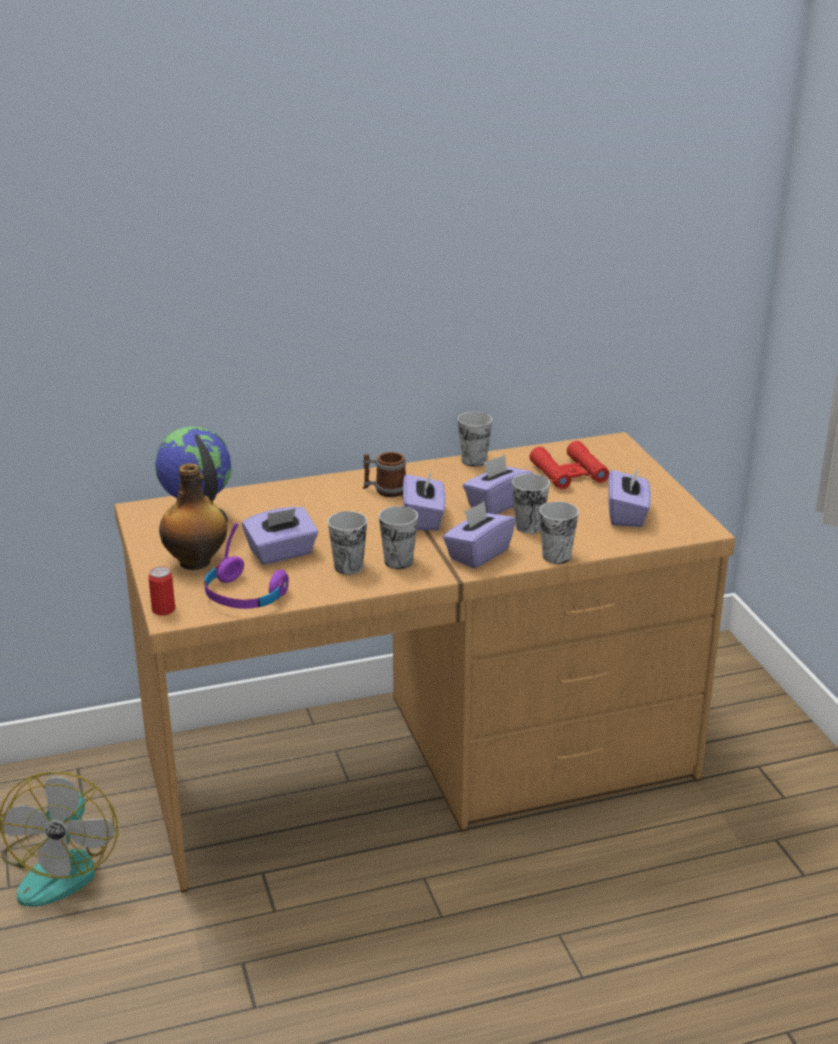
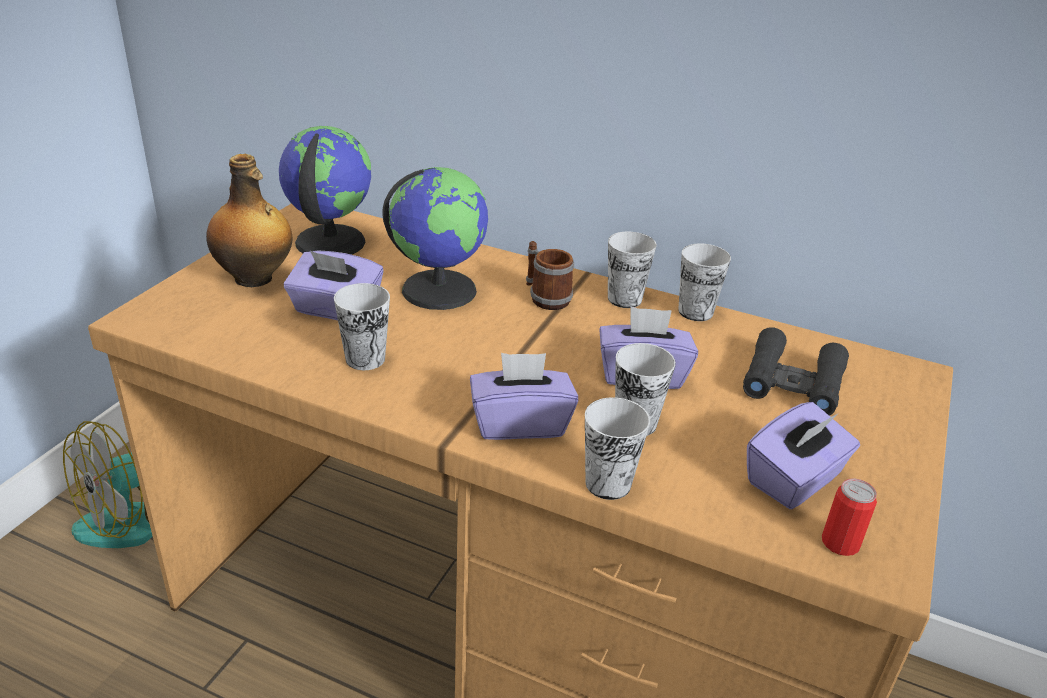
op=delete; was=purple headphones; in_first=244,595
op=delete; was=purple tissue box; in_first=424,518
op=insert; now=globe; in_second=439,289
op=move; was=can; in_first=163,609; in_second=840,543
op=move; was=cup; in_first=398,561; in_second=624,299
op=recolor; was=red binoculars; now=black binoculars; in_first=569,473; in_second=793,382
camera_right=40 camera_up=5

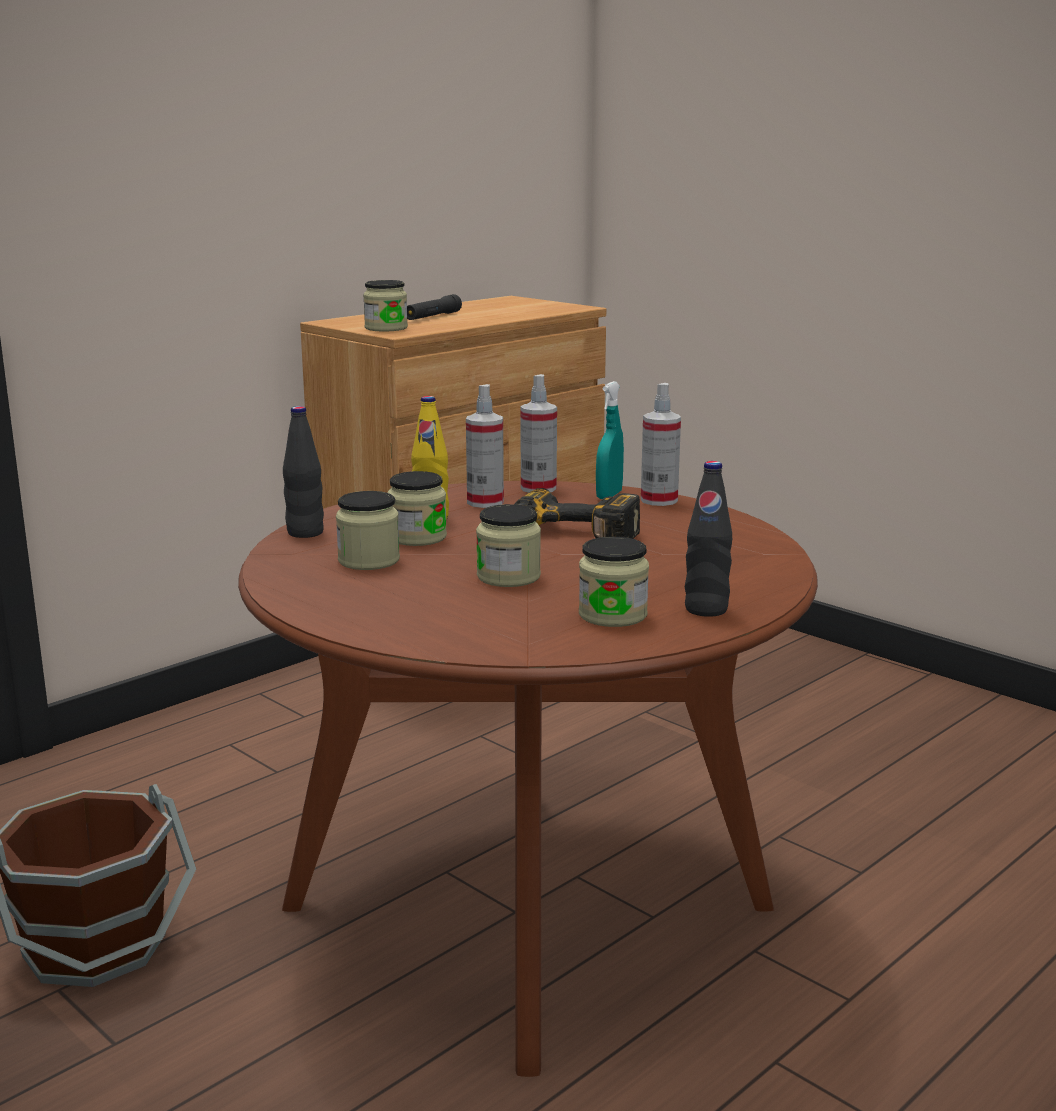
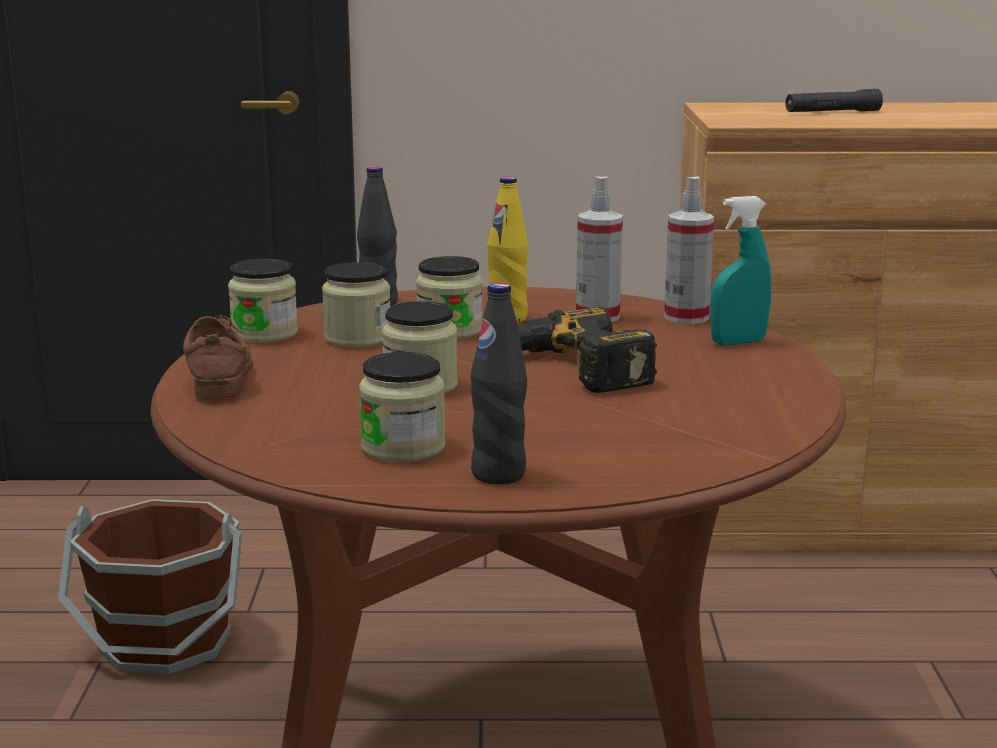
op=delete; was=spray bottle; in_first=659,500
op=insert; now=brown shoe; in_second=219,375
op=move; was=jar; in_first=386,328; in_second=264,334
camera_right=45 camera_up=0

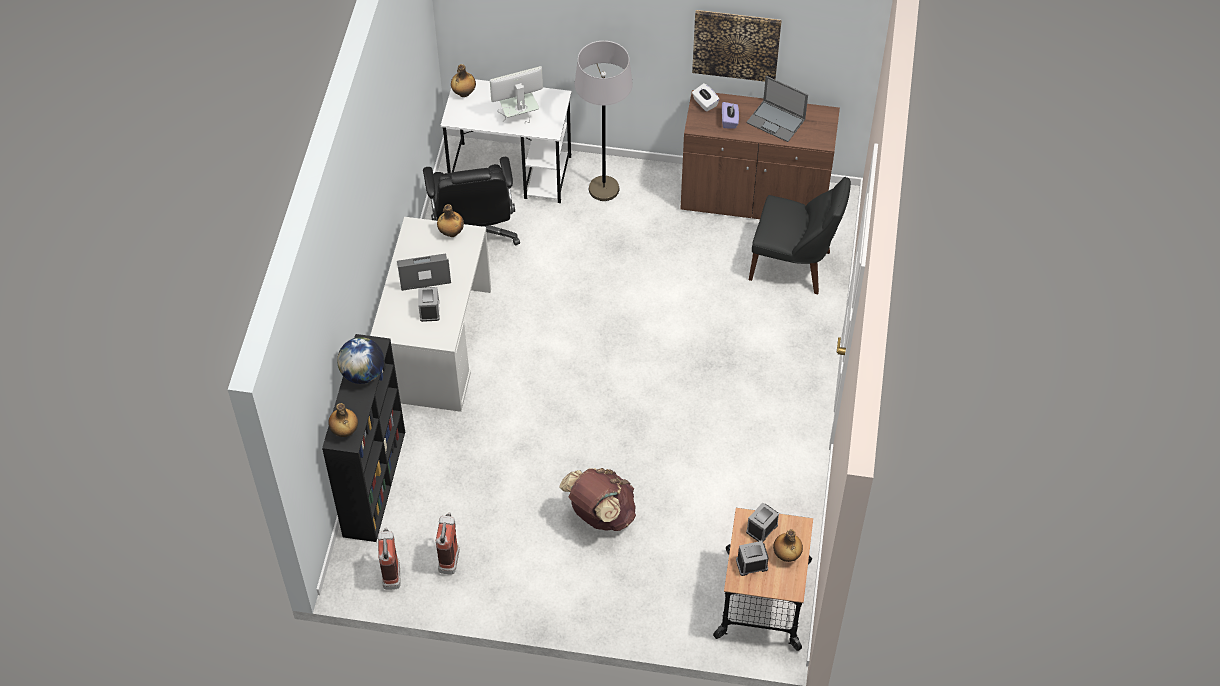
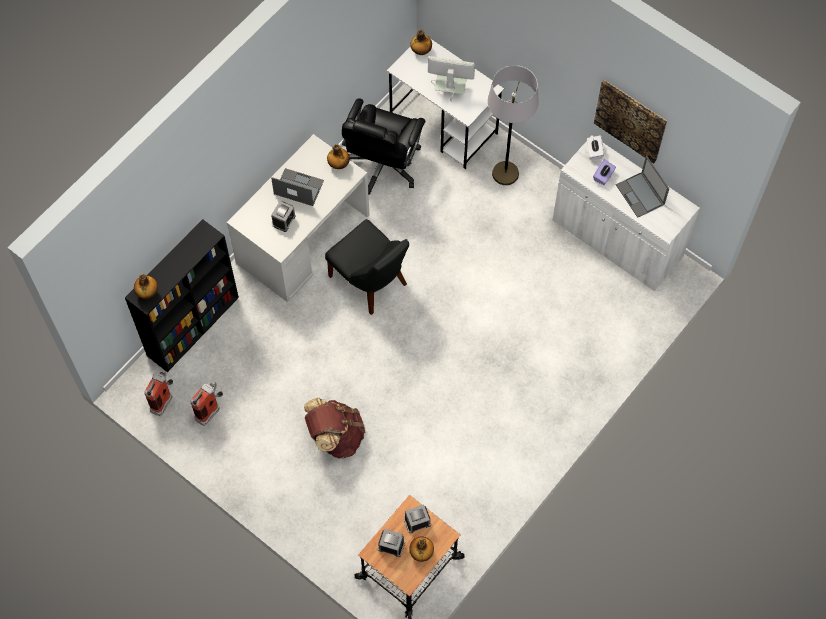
op=delete; was=globe; in_first=363,373
op=move; was=black chair; in_first=794,266; in_second=370,282
op=recolor; was=brown cabinet; now=white cabinet; in_first=754,198; in_second=617,239
camera_right=30 camera_up=10

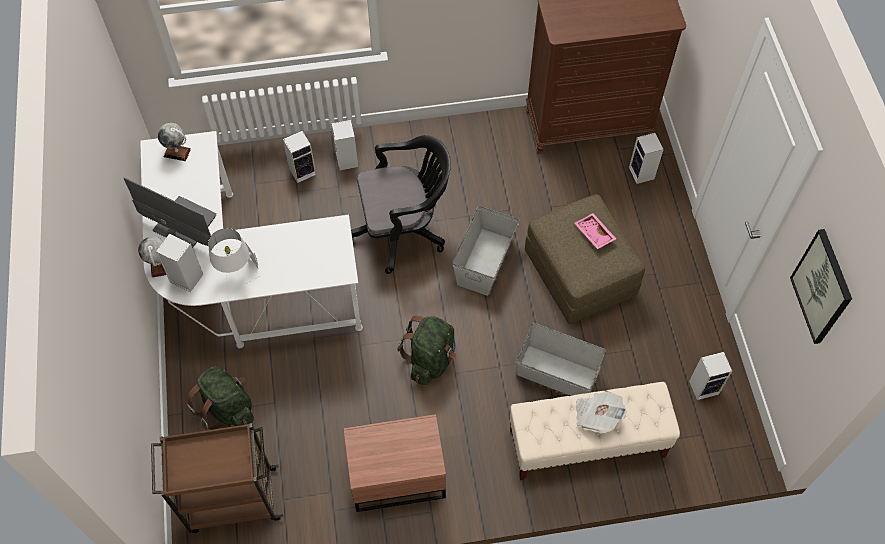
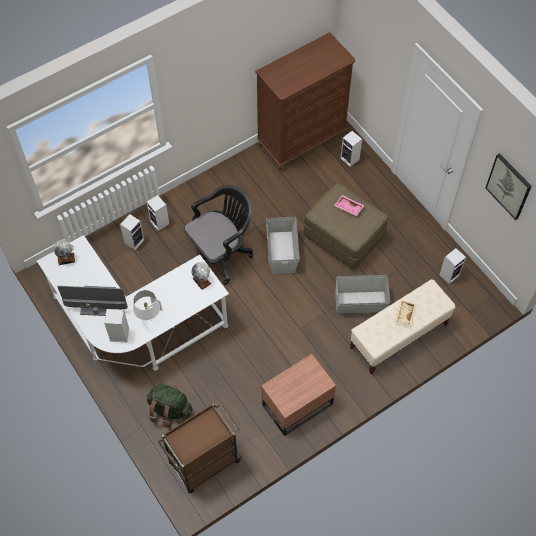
op=delete; was=green backpack; in_first=431,359
op=move; was=globe; in_first=159,265; in_second=201,281
op=replace; was=newspaper; now=beige tray; in_first=597,415; in_second=404,314
camera_right=-25 camera_up=0

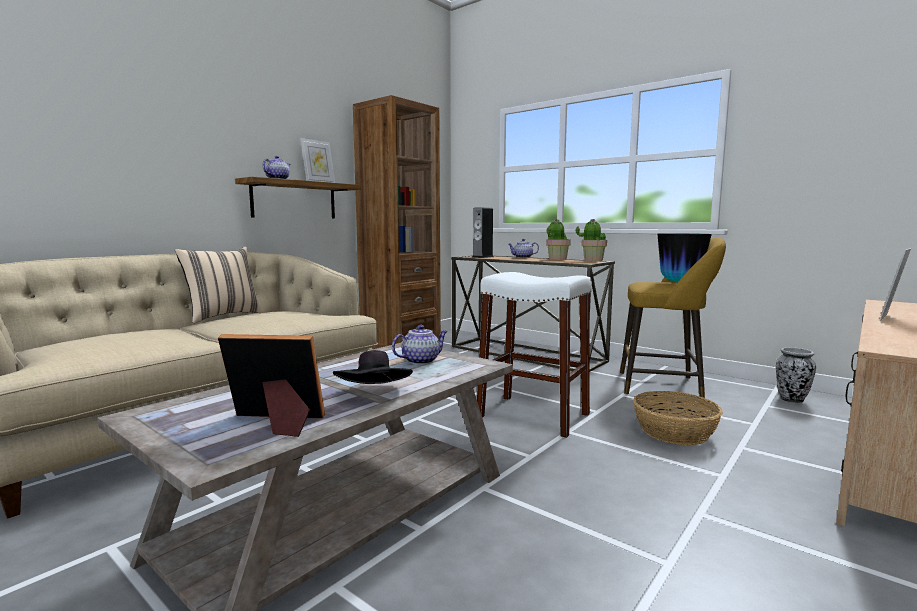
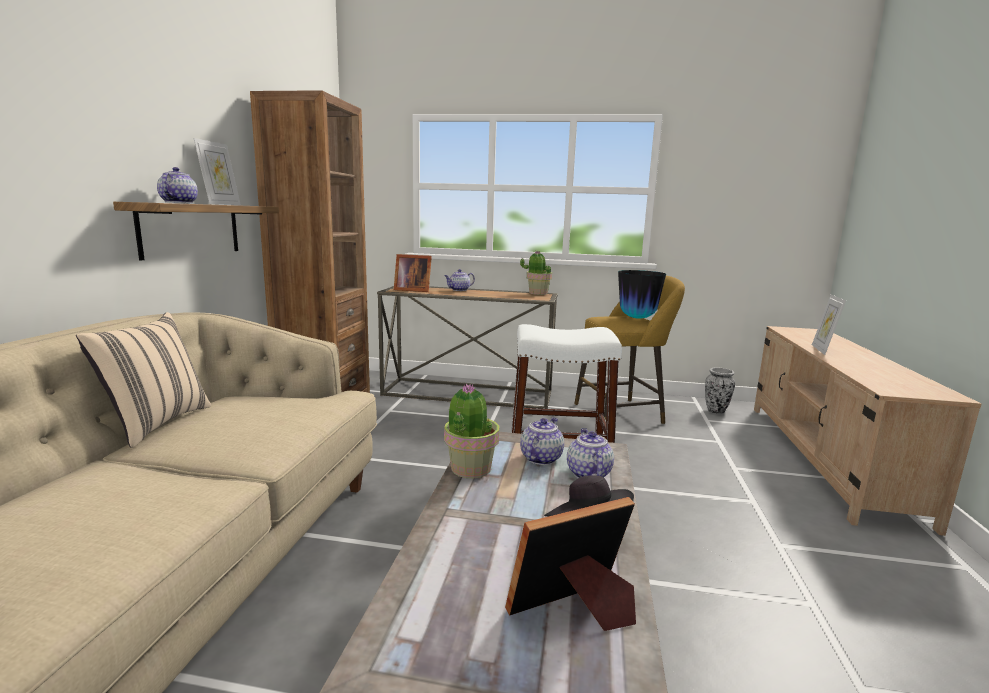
op=delete; was=basket; in_first=675,432
op=insert; now=teapot; in_second=588,473
op=move; was=potted plant; in_first=557,259; in_second=470,469
op=replace; was=speaker; now=picture frame; in_first=482,257; in_second=412,290
camera_right=-30 camera_up=5

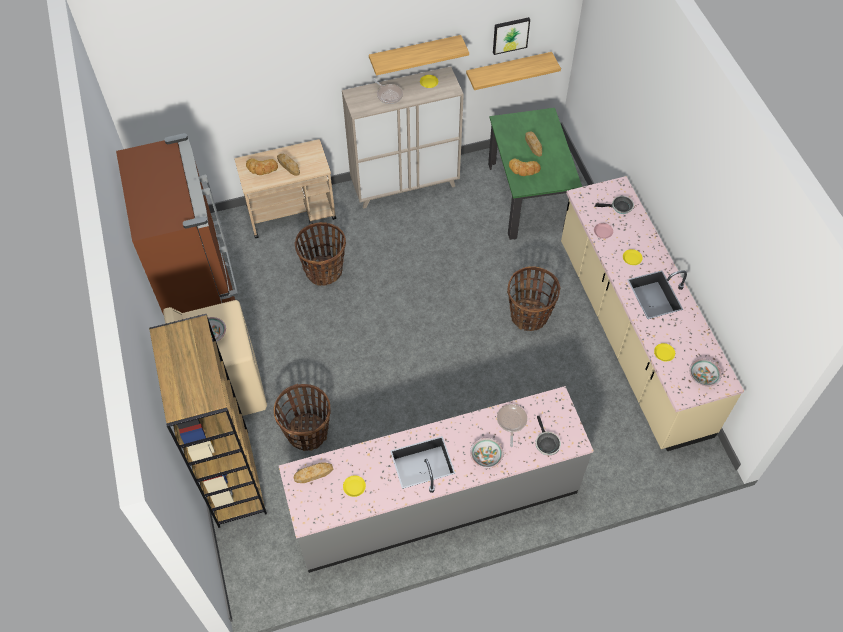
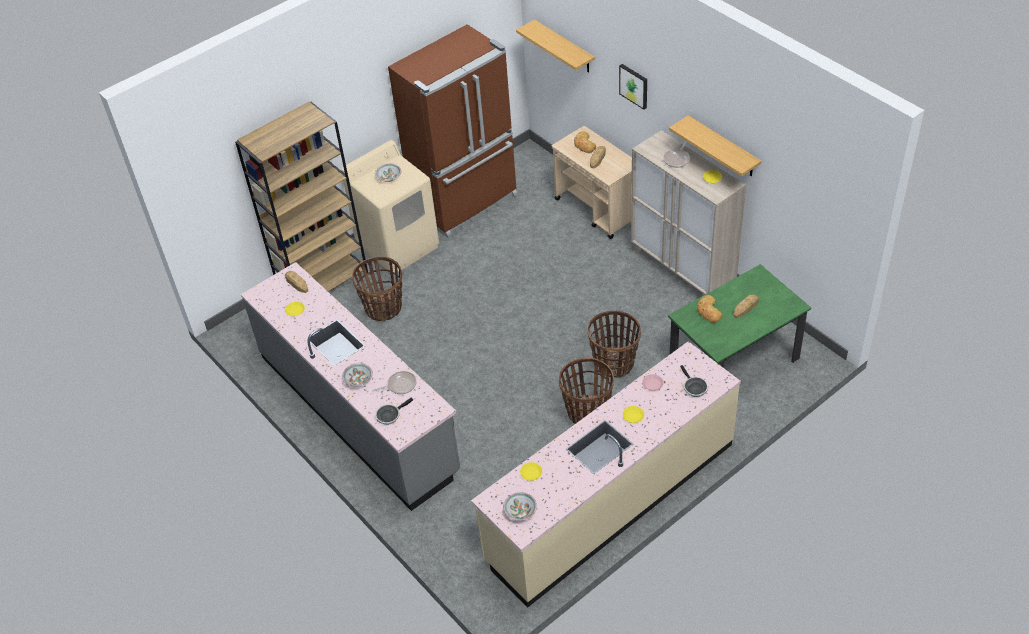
op=move; was=basket; in_first=324,271; in_second=614,363
op=move; was=shelf; in_first=508,69; in_second=564,47
op=move; was=picture; in_first=510,35; in_second=634,85
camera_right=70 camera_up=-10

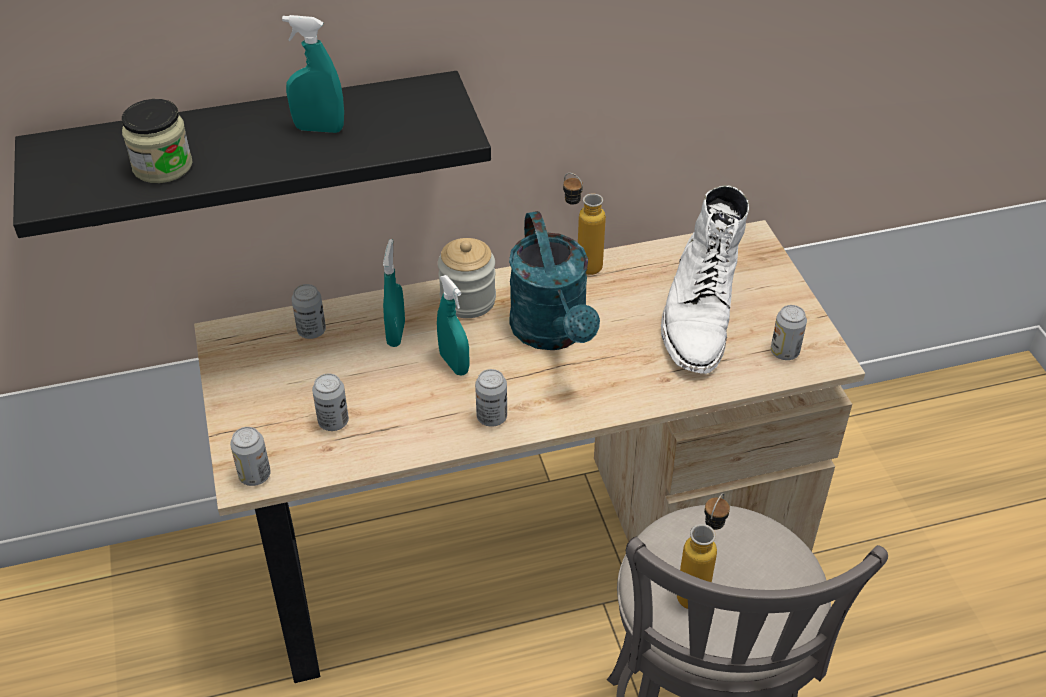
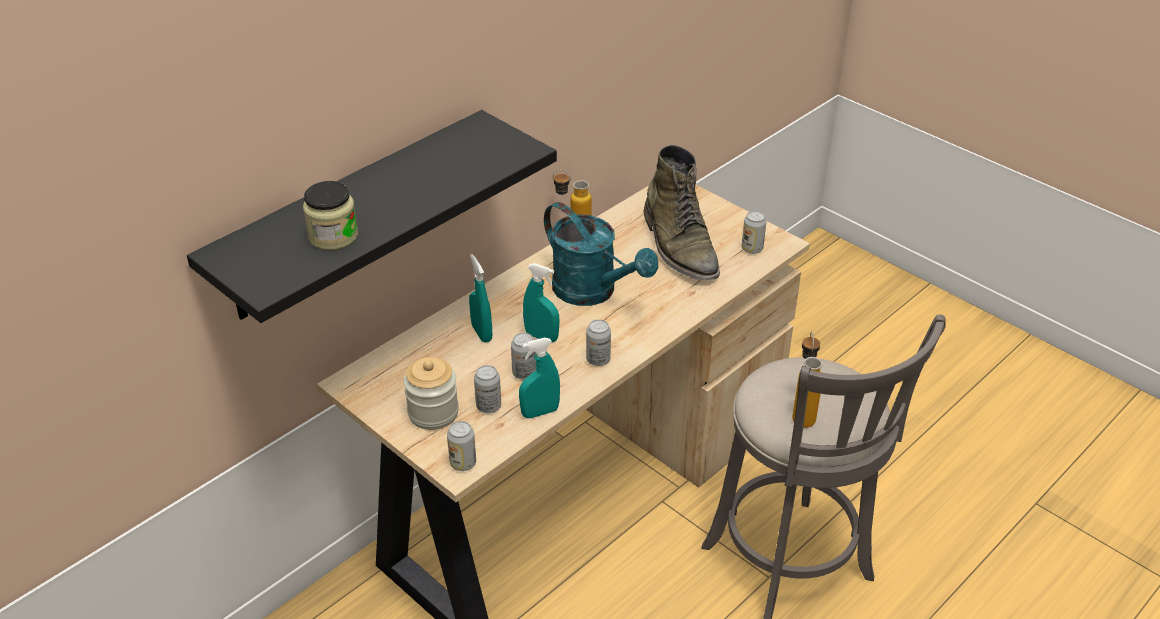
op=move; was=turquoise spray bottle; in_first=319,129; in_second=540,412
op=move; was=can; in_first=311,331; in_second=524,373
op=move; was=jar; in_first=468,300; in_second=433,413
op=recolor; was=white boot; now=green boot; in_first=699,315; in_second=679,245
camera_right=-30 camera_up=-5

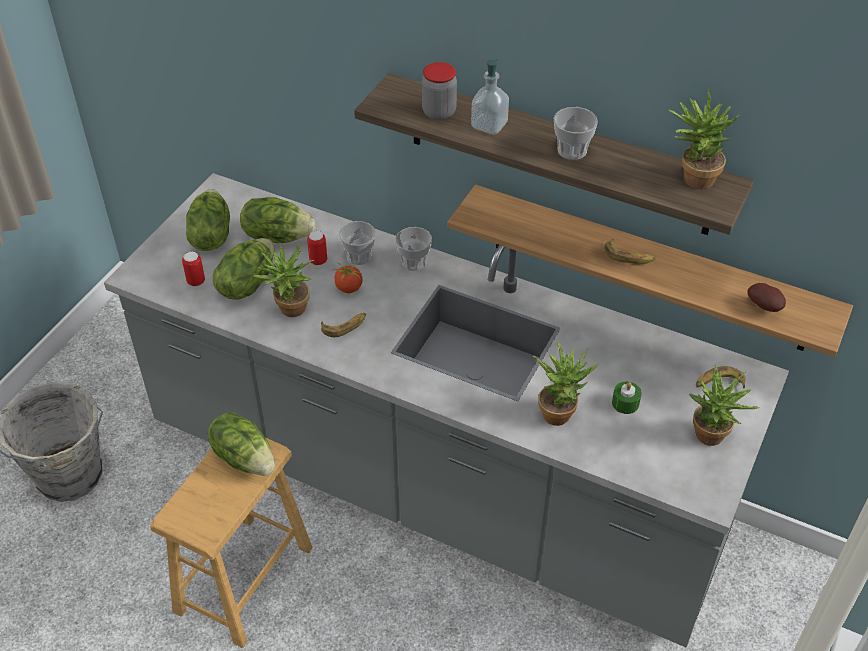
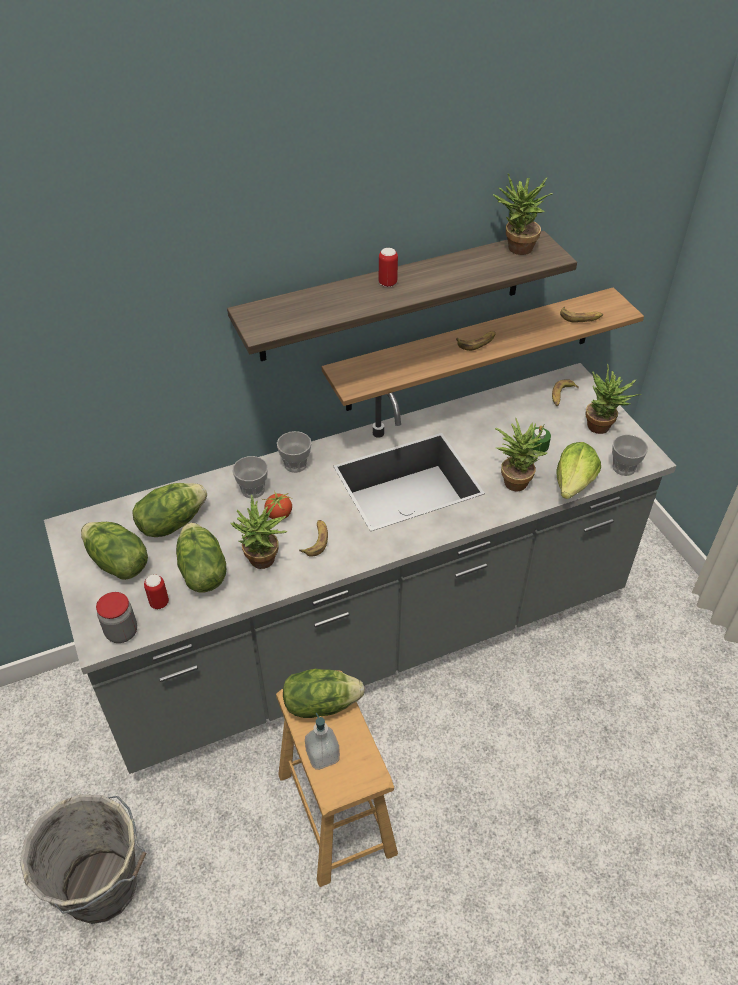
op=insert; now=lettuce; in_second=574,483
op=move; was=can; in_first=318,261; in_second=387,283
op=move; was=jar; in_first=439,112; in_second=121,632
op=move; was=soap dispenser; in_first=489,125; in_second=322,755
op=move; was=cup; in_first=572,150; in_second=624,467
op=replace; was=potato; now=banana; in_first=765,306; in_second=581,318
camera_right=-50 camera_up=0

